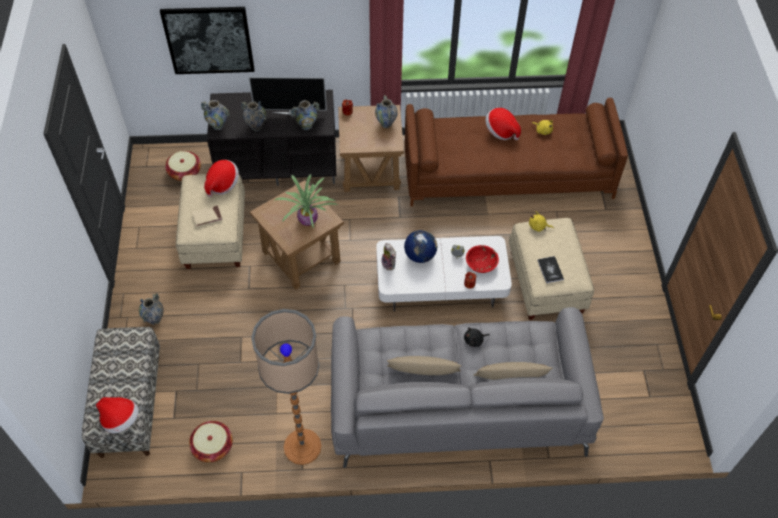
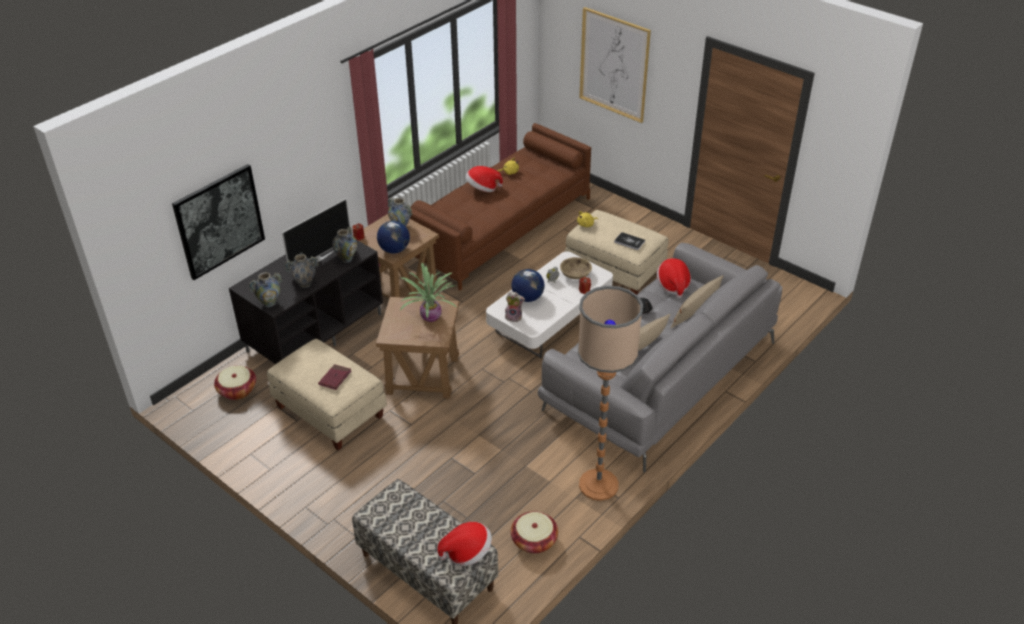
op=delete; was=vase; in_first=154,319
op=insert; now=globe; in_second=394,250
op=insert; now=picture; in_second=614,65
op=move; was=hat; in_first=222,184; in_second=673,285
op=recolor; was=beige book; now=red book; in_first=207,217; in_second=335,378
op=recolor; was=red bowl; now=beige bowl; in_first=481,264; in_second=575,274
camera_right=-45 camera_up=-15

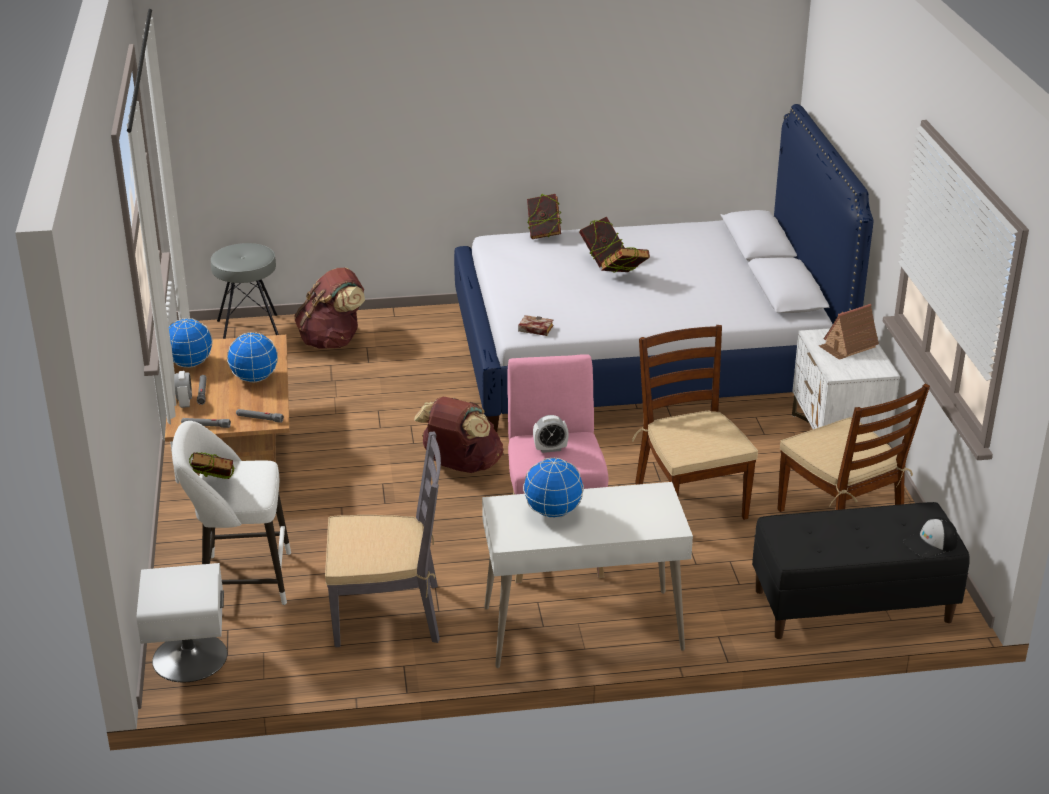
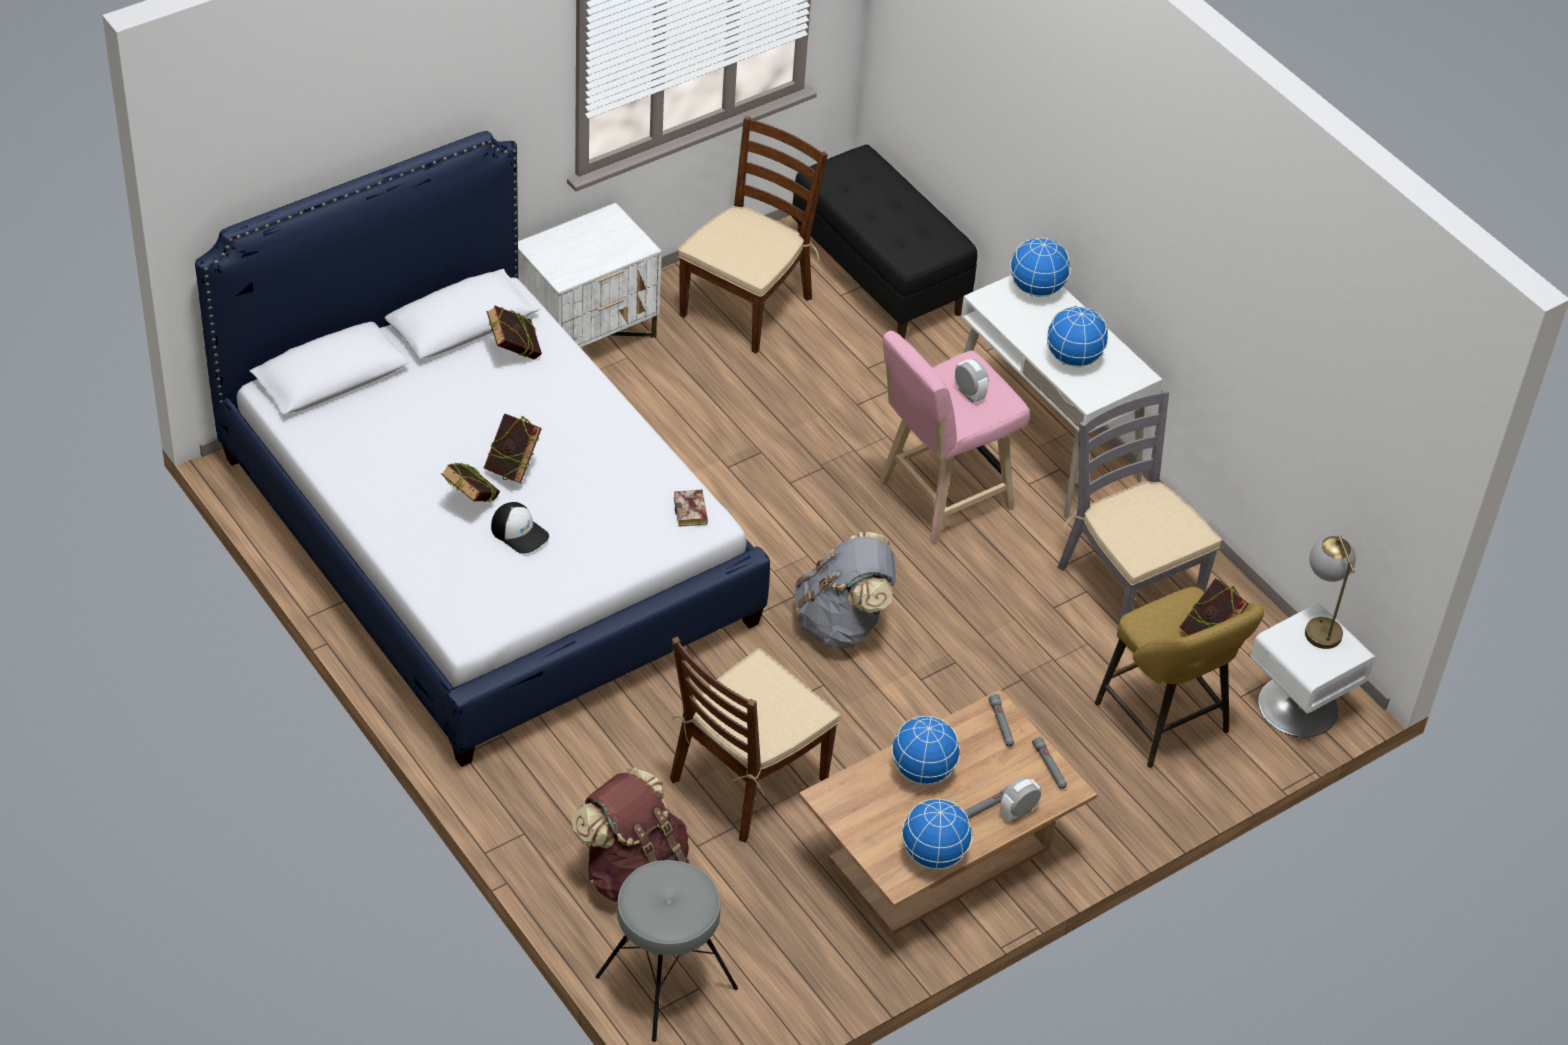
op=delete; was=toy house; in_first=848,346
op=insert; now=globe; in_second=1036,289
op=insert; now=table lamp; in_second=1318,624
op=move; was=book; in_first=543,234; in_second=514,353
op=move; was=brown chair; in_first=690,500; in_second=747,780
op=move; was=cap; in_first=930,543; in_second=520,532
op=recolor; was=white stool; now=yellow stool; in_first=240,580; in_second=1166,723
op=recolor; was=brown backpack; now=grey backpack; in_first=461,466; in_second=842,623
camera_right=-120 camera_up=15

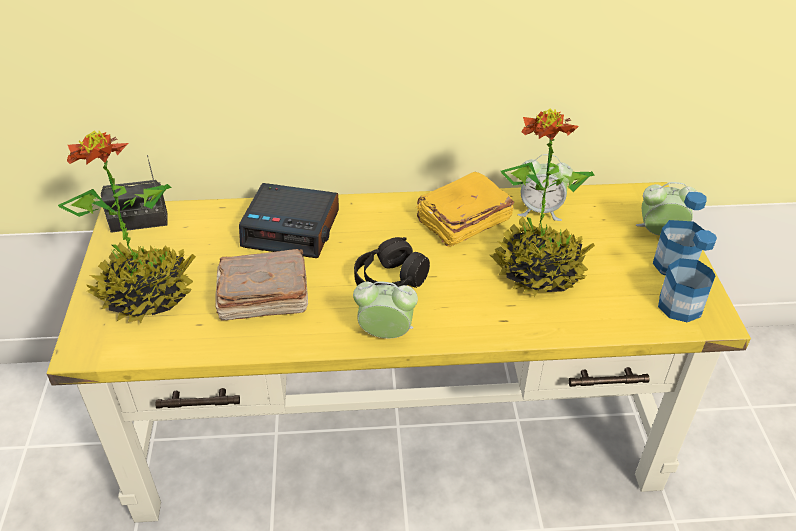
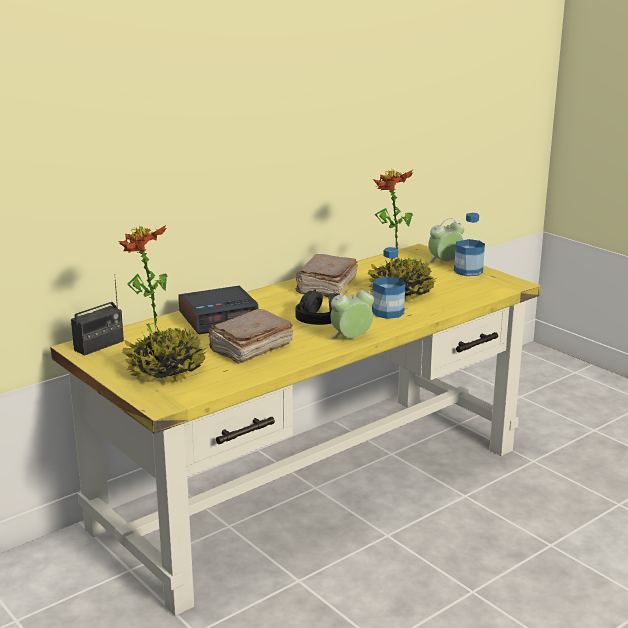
op=delete; was=alarm clock; in_first=540,210
op=move; was=bottle; in_first=680,306; in_second=388,312
op=recolor; was=yellow book; now=brown book; in_first=462,222; in_second=326,287
camera_right=-35 camera_up=-20

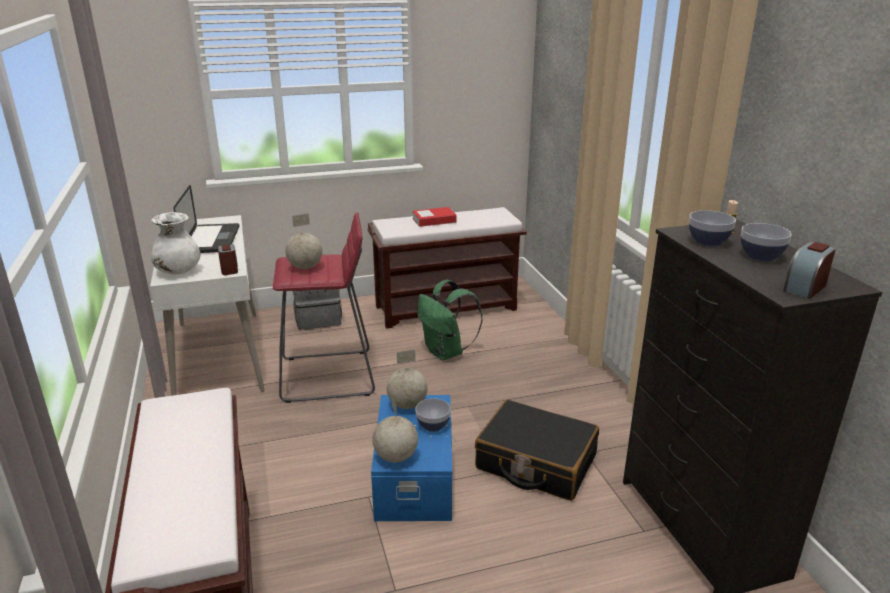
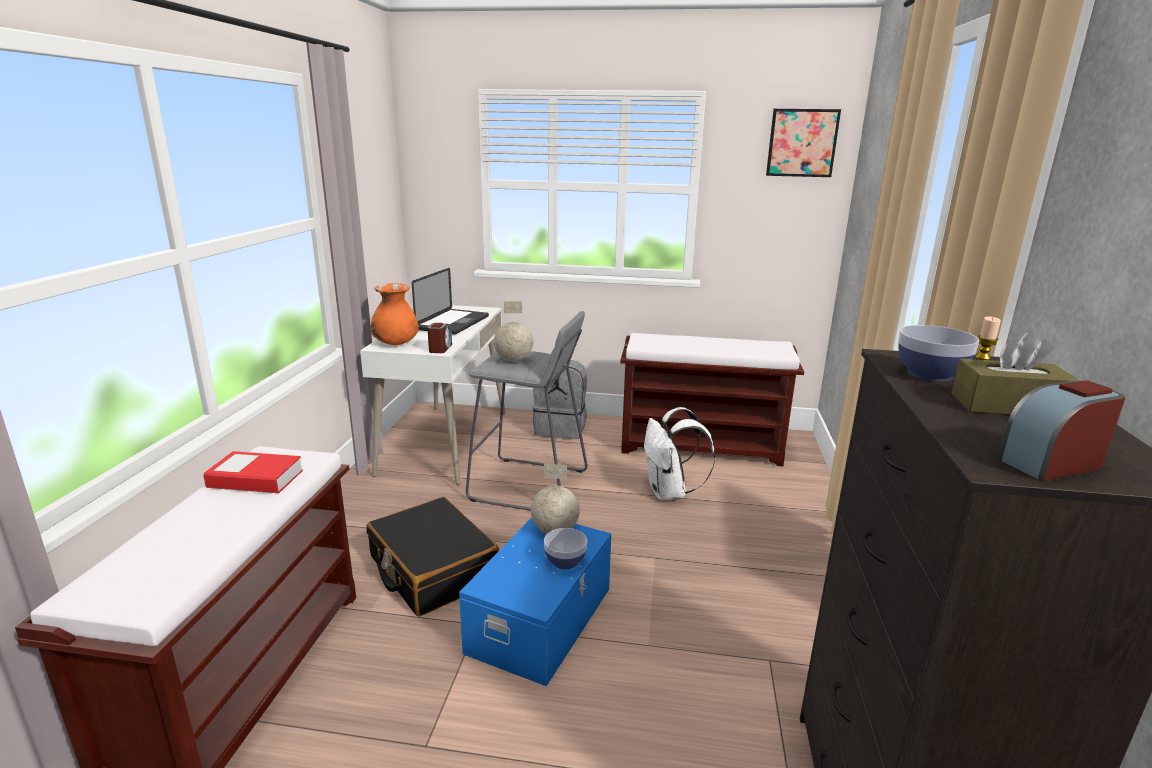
op=delete; was=globe; in_first=395,457
op=insert; now=picture; in_second=802,143
op=move; was=book; in_first=434,220; in_second=255,479
op=move; was=black suitcase; in_first=535,462; in_second=432,569
op=replace; was=bowl; now=brown tissue box; in_first=760,256; in_second=1007,406
op=recolor; was=white vase; now=orange vase; in_first=178,271; in_second=396,343
op=recolor; was=red stool; now=grey stool; in_first=328,376; in_second=529,486
op=recolor; was=green backpack; now=white backpack; in_first=446,352; in_second=669,493
camera_right=25 camera_up=-5

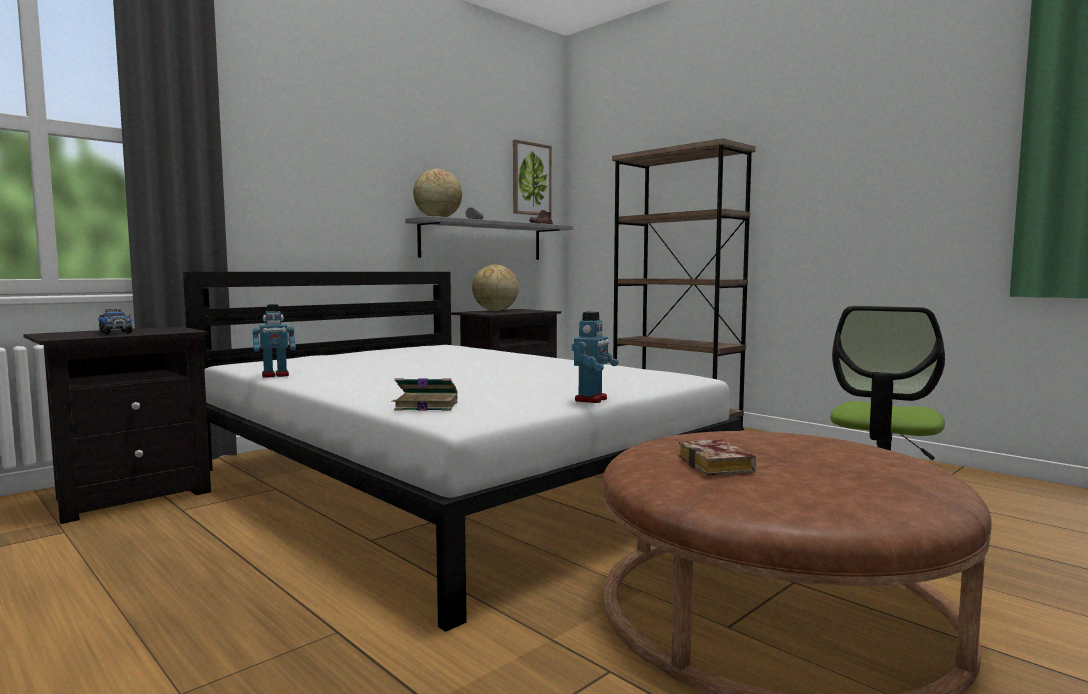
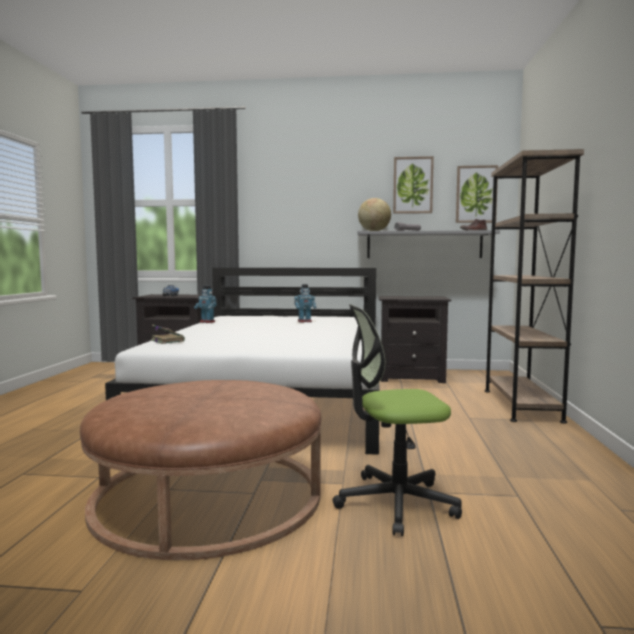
op=delete; was=globe; in_first=495,311
op=delete; was=book; in_first=719,466
op=insert; now=picture; in_second=413,185
op=move; was=toy robot; in_first=592,399; in_second=304,321
camera_right=50 camera_up=0

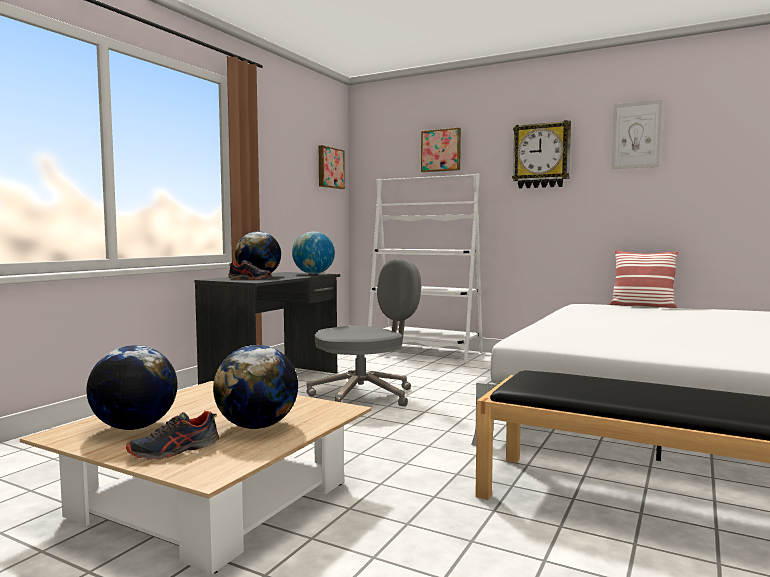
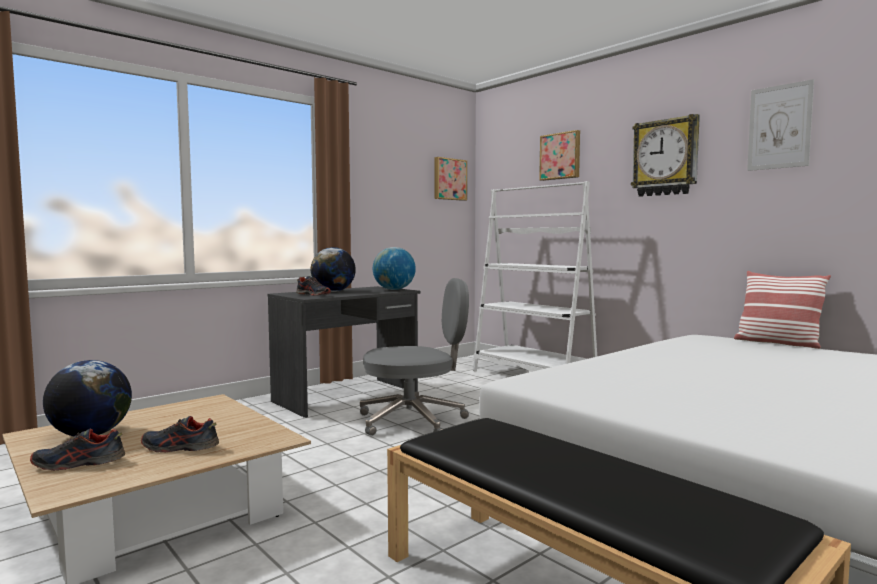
op=replace; was=globe; now=shoe; in_first=257,426; in_second=179,448
camera_right=20 camera_up=0

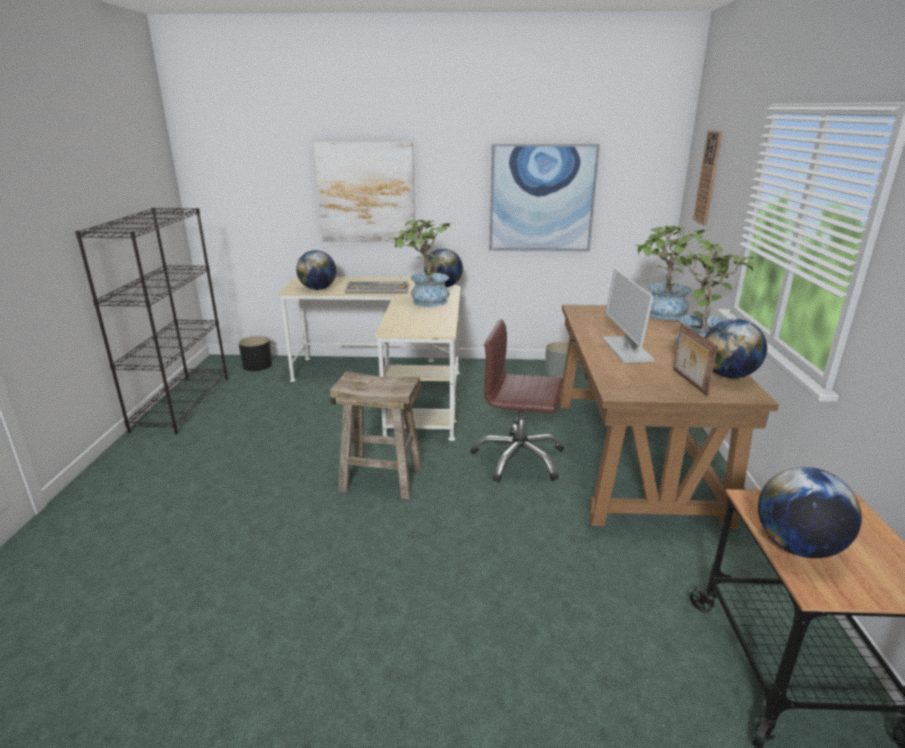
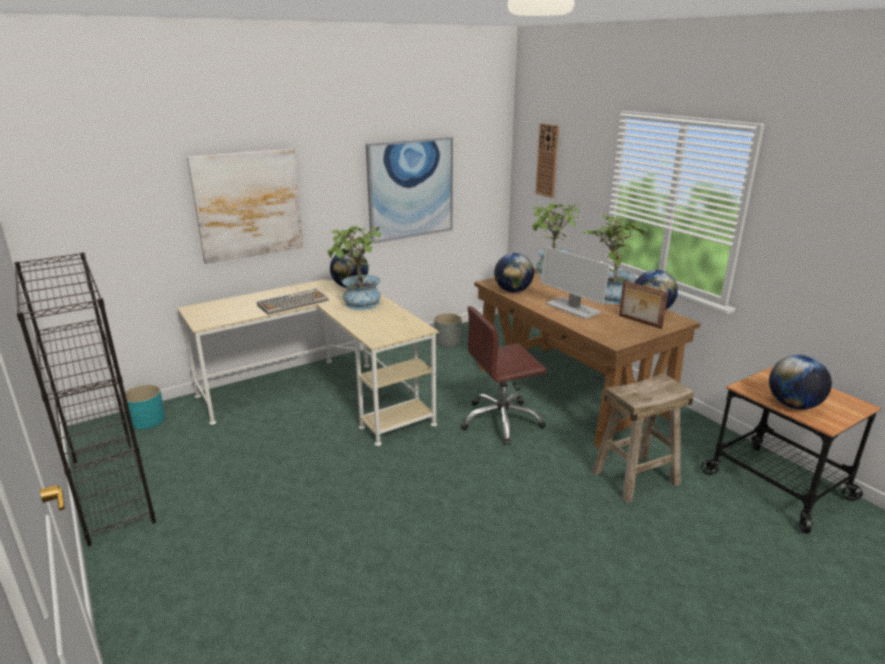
op=move; was=globe; in_first=318,289; in_second=513,291
op=move; was=beige stool; in_first=381,479; in_second=635,478
op=recolor; was=black planter; now=turquoise planter; in_first=257,365; in_second=147,420
camera_right=-35 camera_up=0

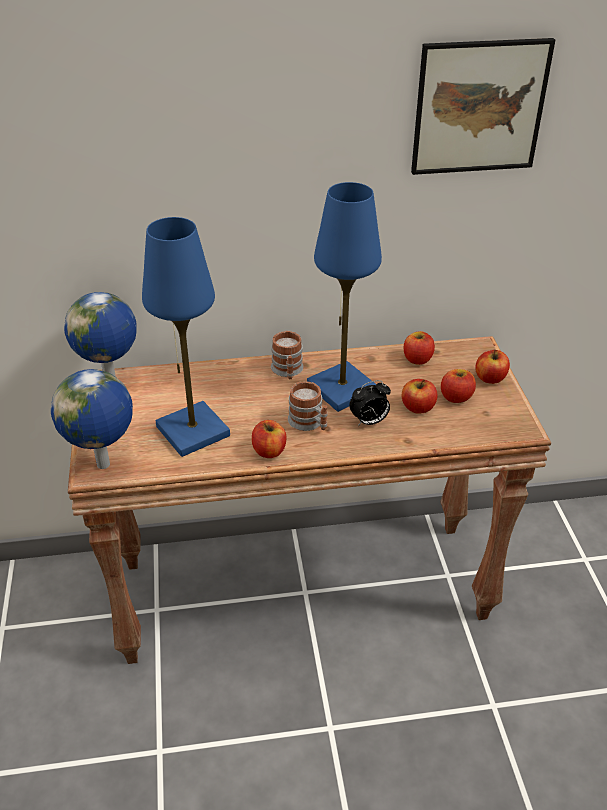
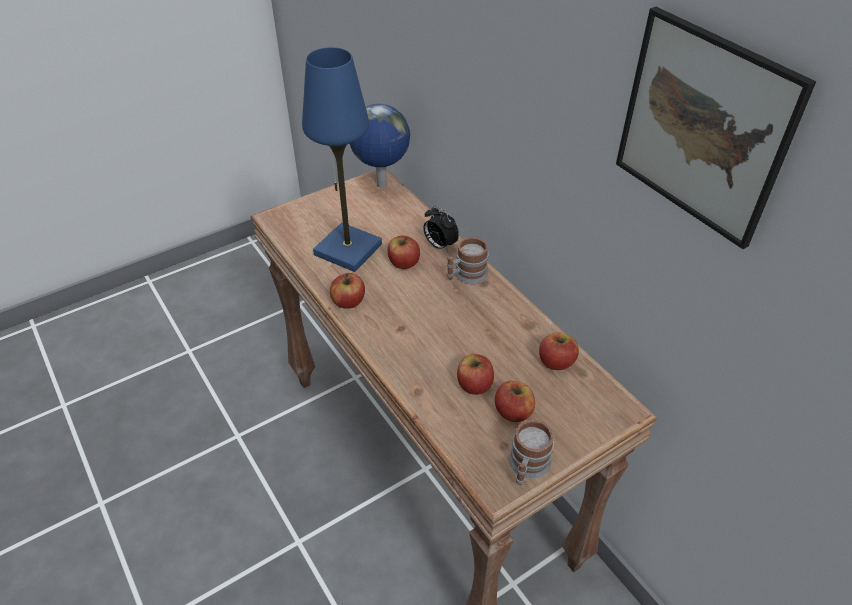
op=delete; was=globe; in_first=105,465
op=delete; was=blue table lamp; in_first=341,389
op=move; was=mug; in_first=309,423; in_second=527,467
op=move; was=alarm clock; in_first=369,422; in_second=439,245
op=move; was=apple; in_first=490,378; in_second=403,263
camera_right=65 camera_up=5

